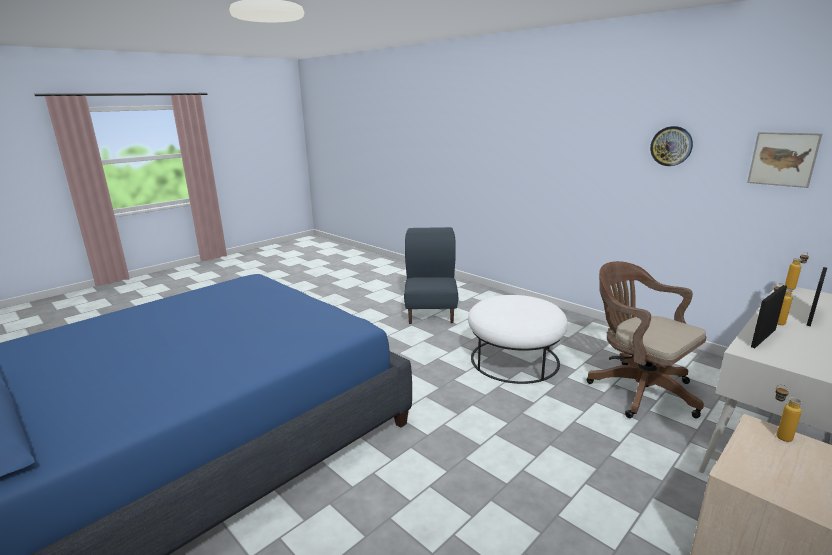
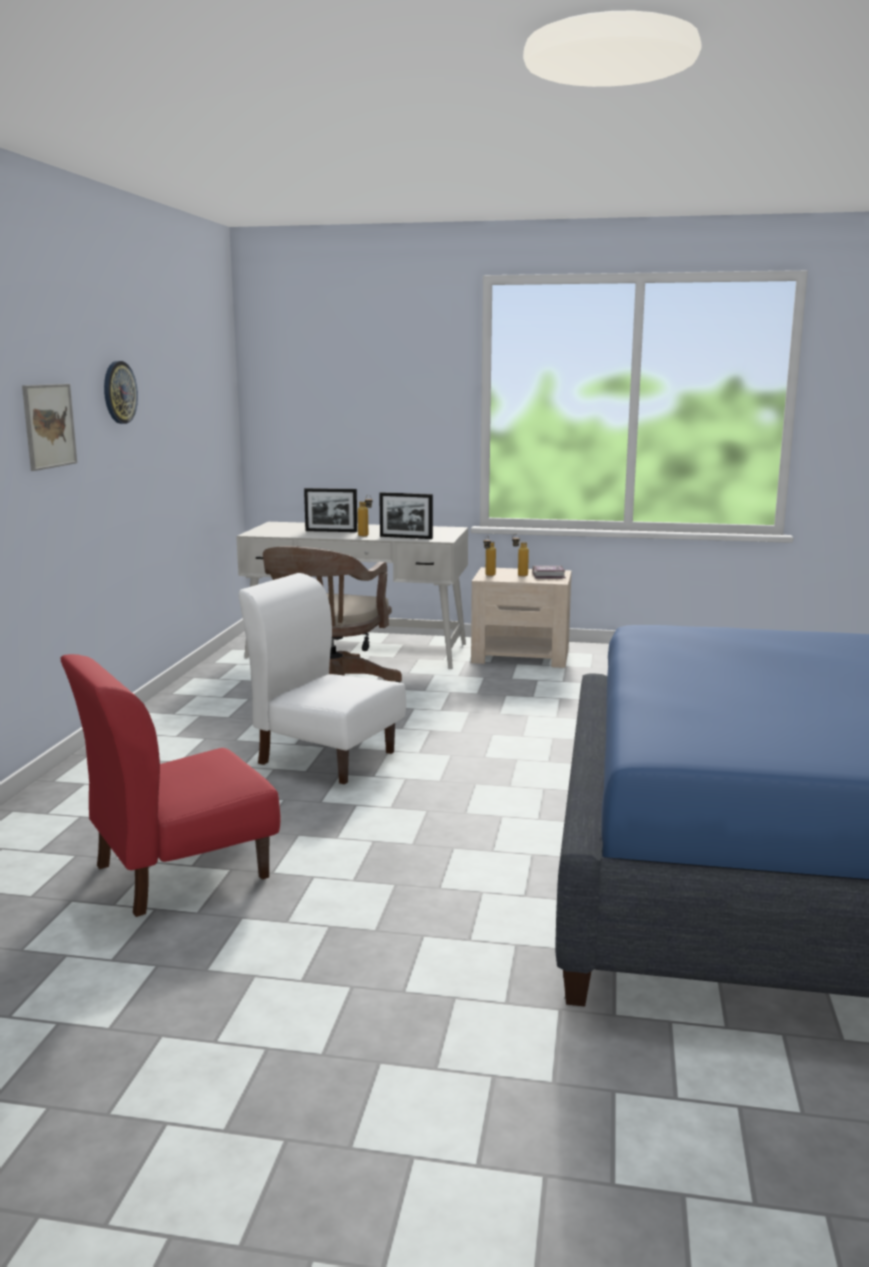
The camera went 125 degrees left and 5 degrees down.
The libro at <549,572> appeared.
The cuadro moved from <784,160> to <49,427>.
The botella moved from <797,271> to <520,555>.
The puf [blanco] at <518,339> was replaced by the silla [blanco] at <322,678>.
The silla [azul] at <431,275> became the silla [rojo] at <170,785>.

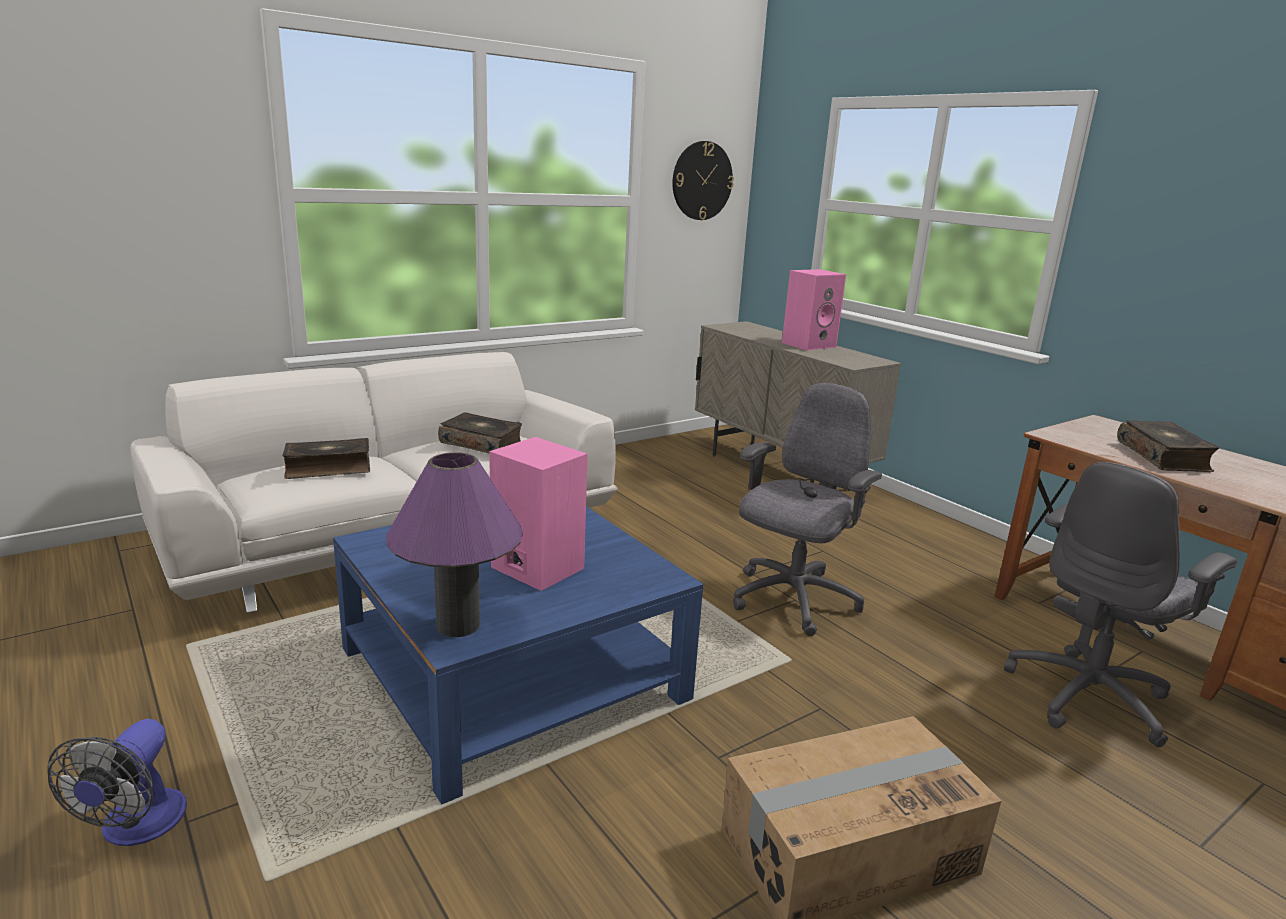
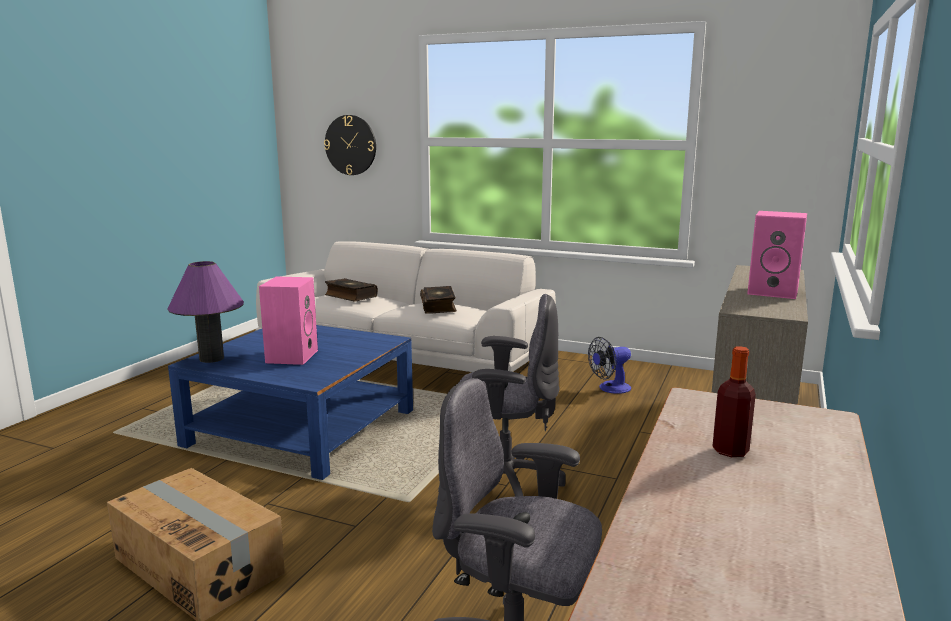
The camera went 60 degrees right and 5 degrees down.
The ventilador moved from <117,782> to <609,365>.
The reloj de pared moved from <703,180> to <350,145>.
The libro at <1168,446> was replaced by the botella at <734,401>.

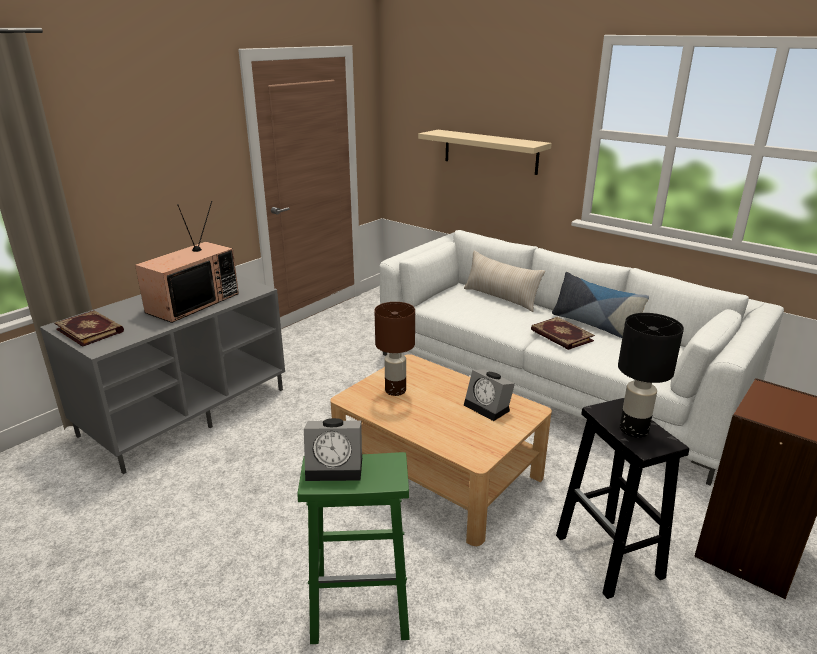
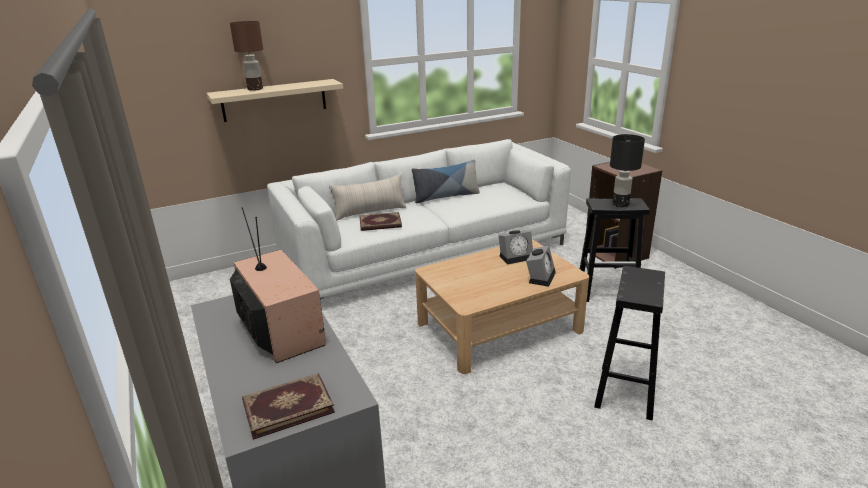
The camera went 65 degrees left and 0 degrees up.
The despertador moved from <333,449> to <541,266>.
The lámpara de mesa [marrón] moved from <394,349> to <246,56>.
The libro moved from <563,333> to <380,221>.
The taburete [verde] at <354,548> became the taburete [negro] at <629,343>.

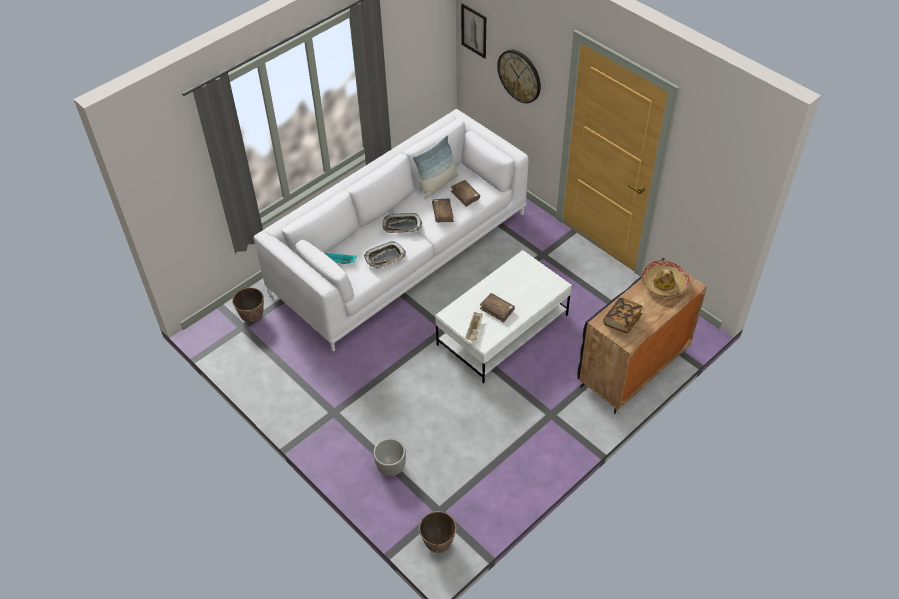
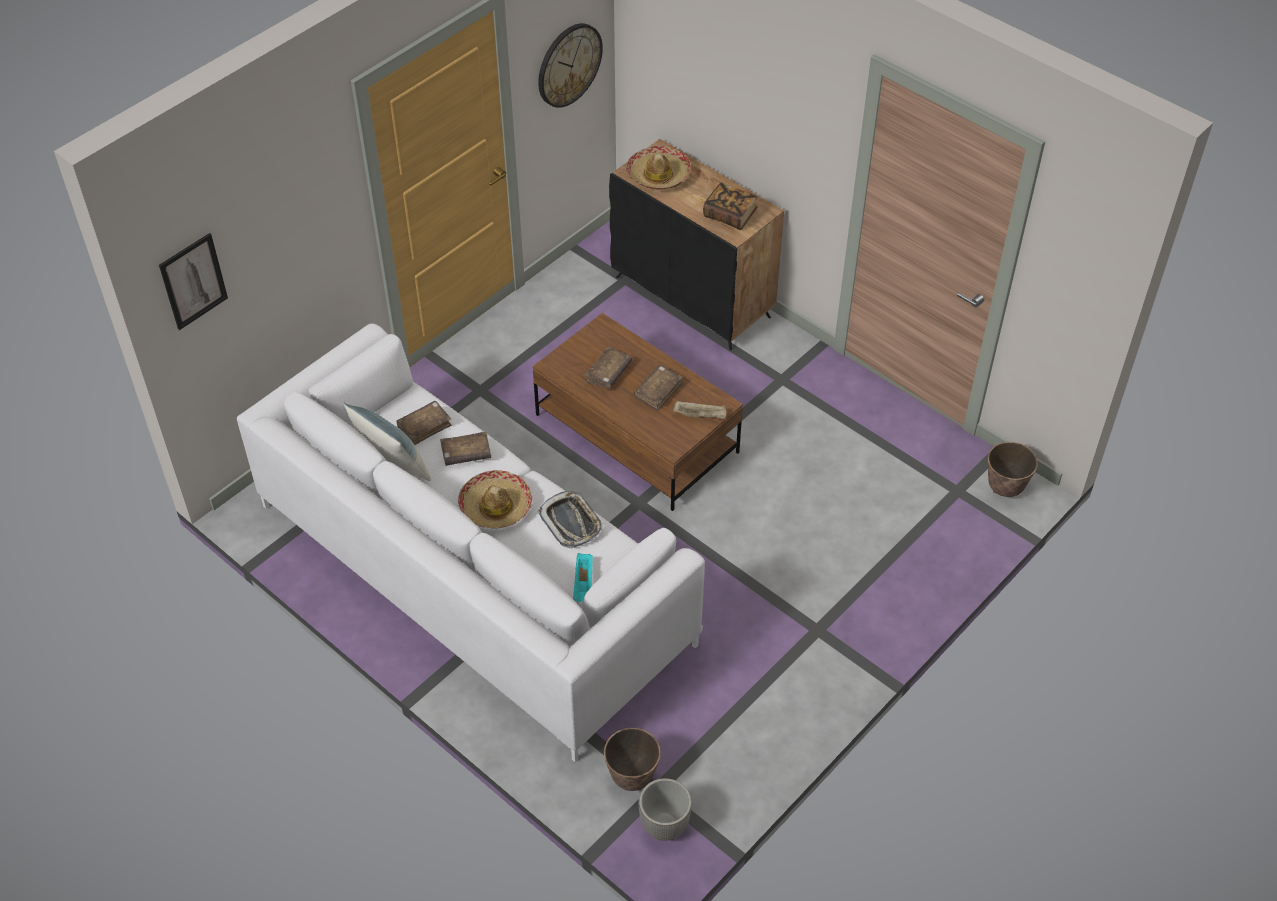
The camera went 95 degrees left and 0 degrees up.
The libro [marrón] at <608,368> appeared.
The maceta moved from <389,457> to <665,809>.
The reloj de pared moved from <519,76> to <570,65>.
The bandeja at <402,223> was replaced by the sombrero at <495,499>.
The mesa de centro [blanco] at <503,317> became the mesa de centro [marrón] at <638,412>.

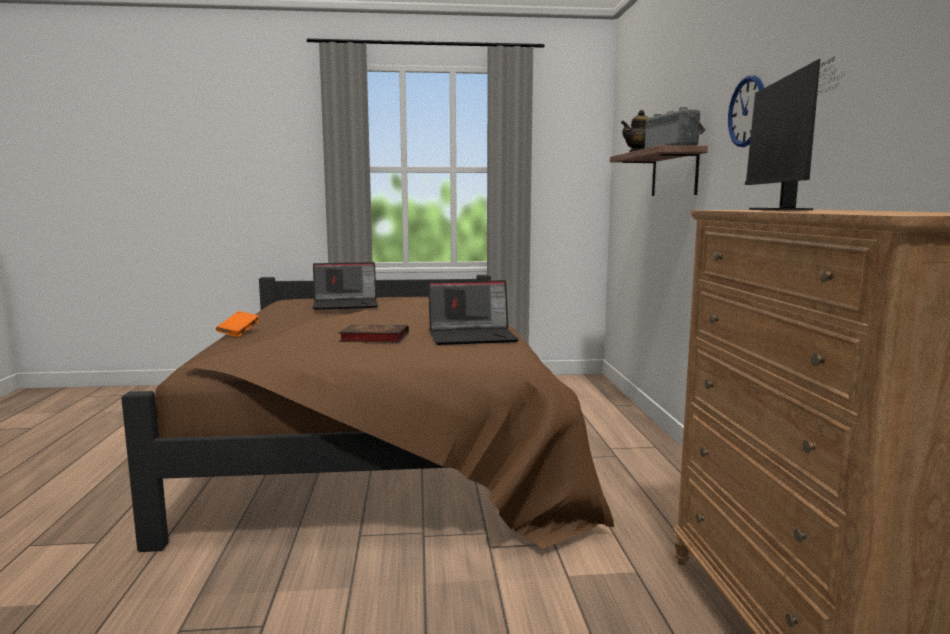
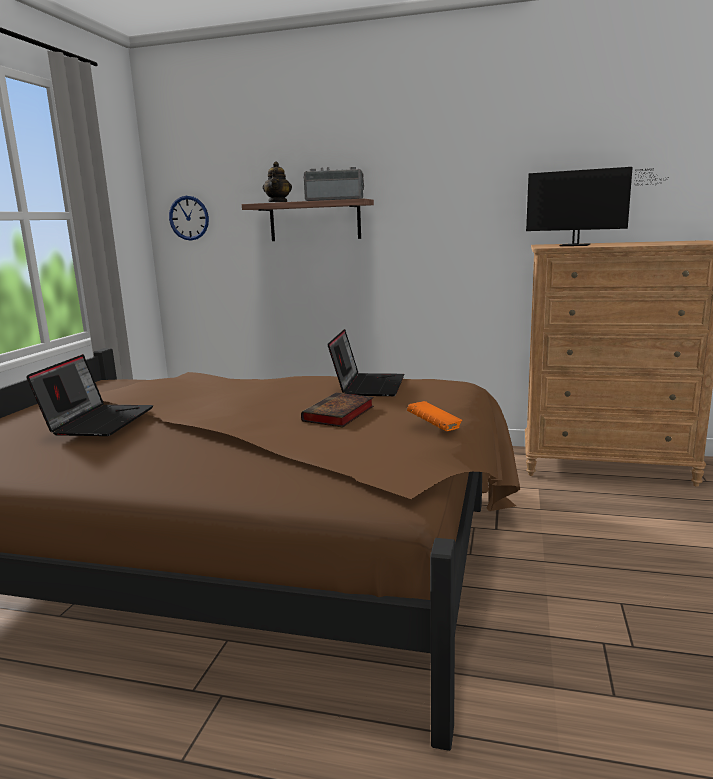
The camera went 70 degrees left and 5 degrees up.
The libro [naranja] moved from <237,324> to <435,416>.
The reloj de pared moved from <746,111> to <189,218>.

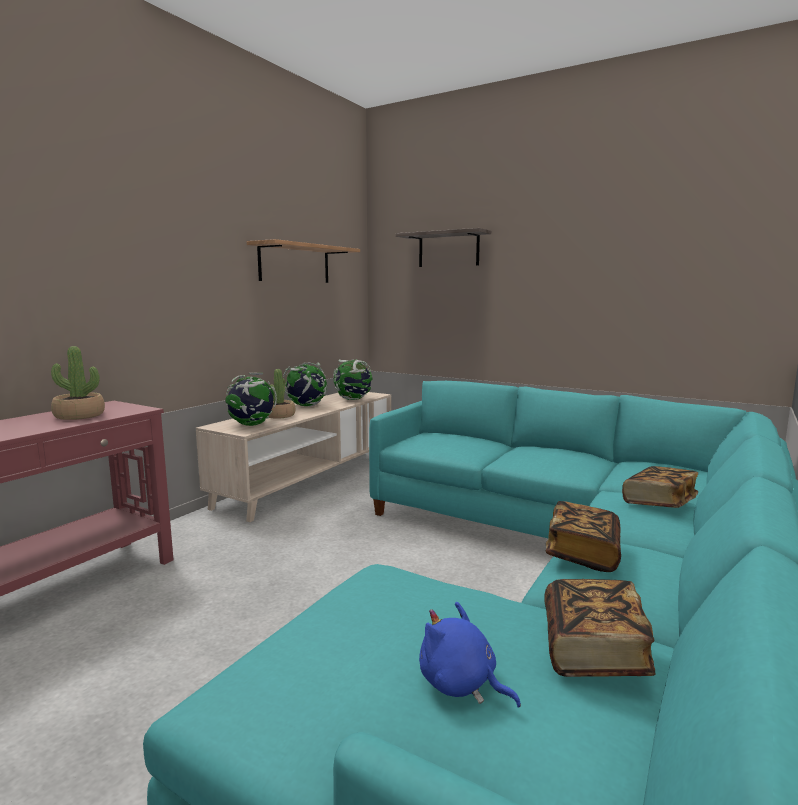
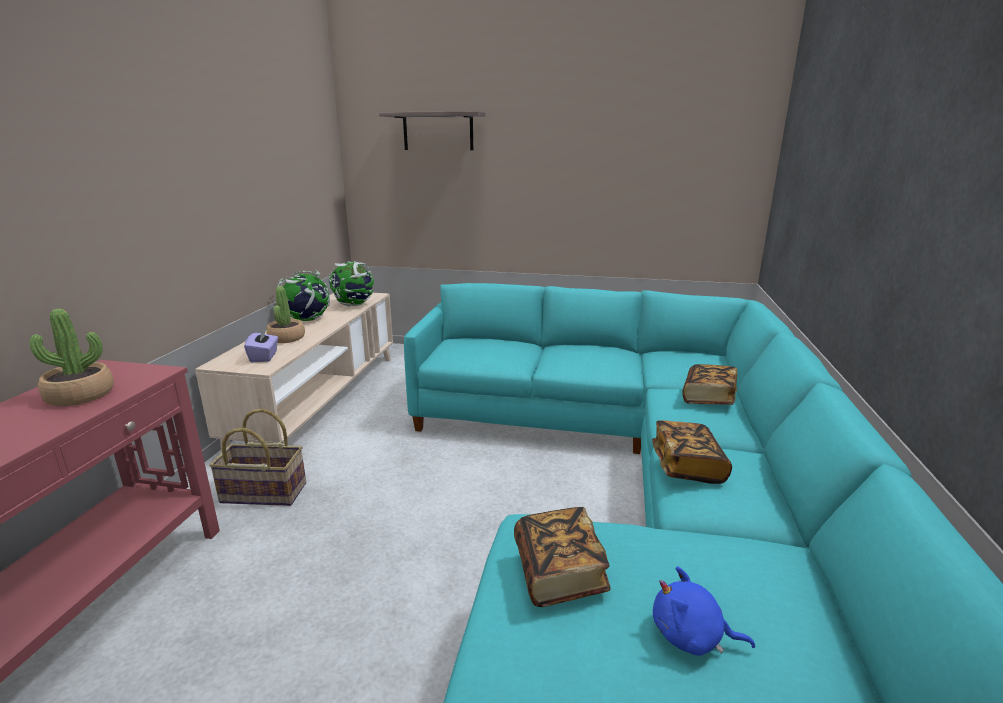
The camera went 20 degrees left and 10 degrees up.
The estante at <303,261> disappeared.
The cesta at <257,457> appeared.
The libro moved from <599,628> to <562,557>.
The globo terráqueo at <251,399> was replaced by the caja de pañuelos [morado] at <261,344>.

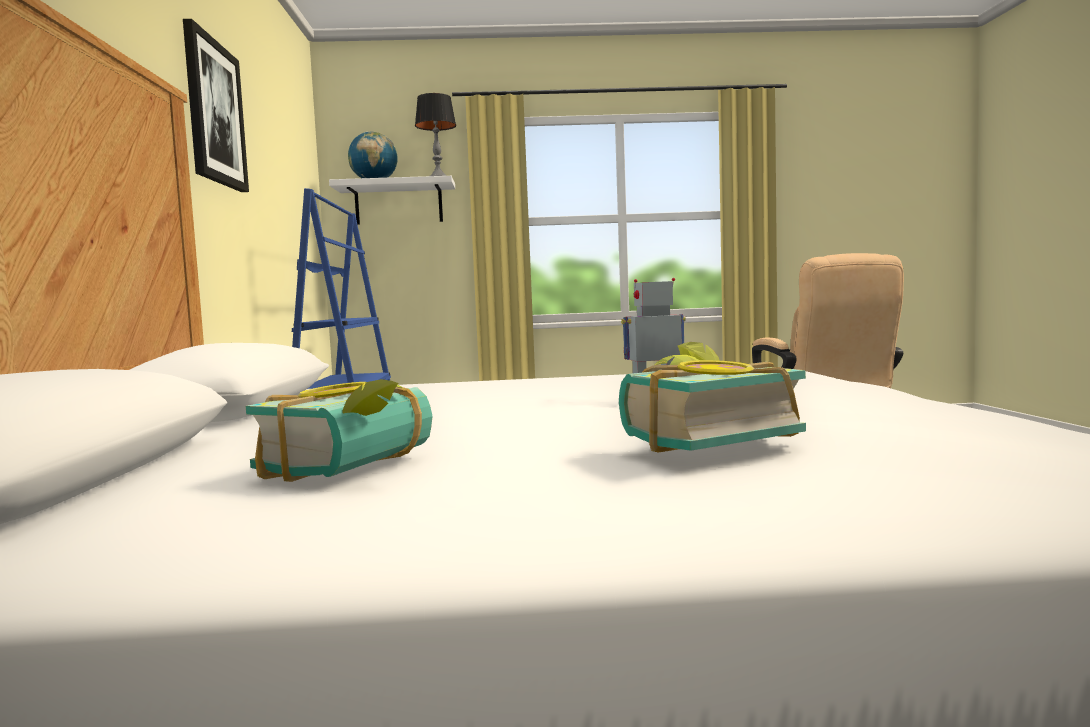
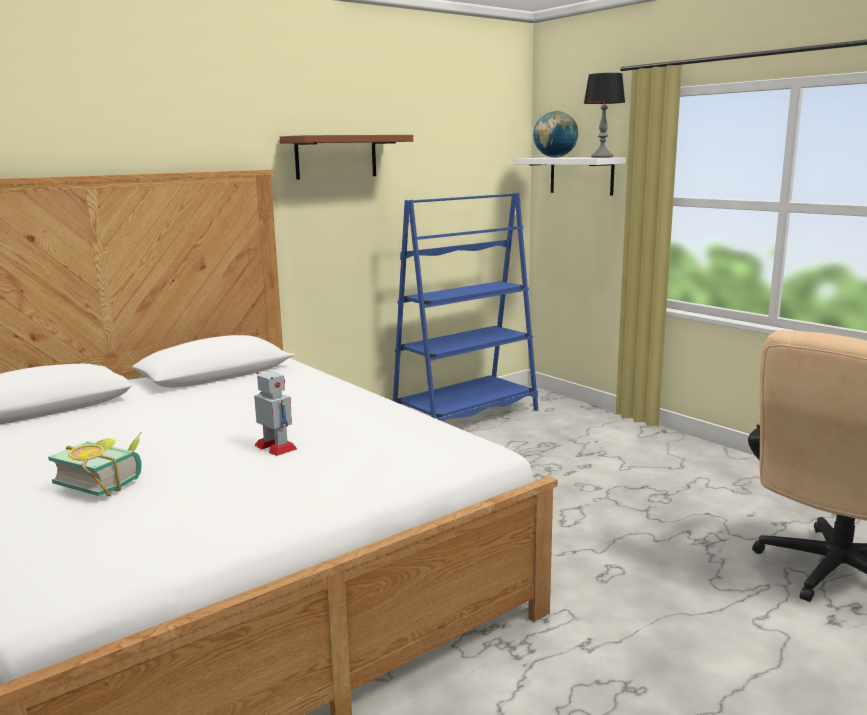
The camera went 55 degrees right and 10 degrees up.
The libro at <339,430> disappeared.
The cuadro at <216,105> was replaced by the estante [marrón] at <346,157>.

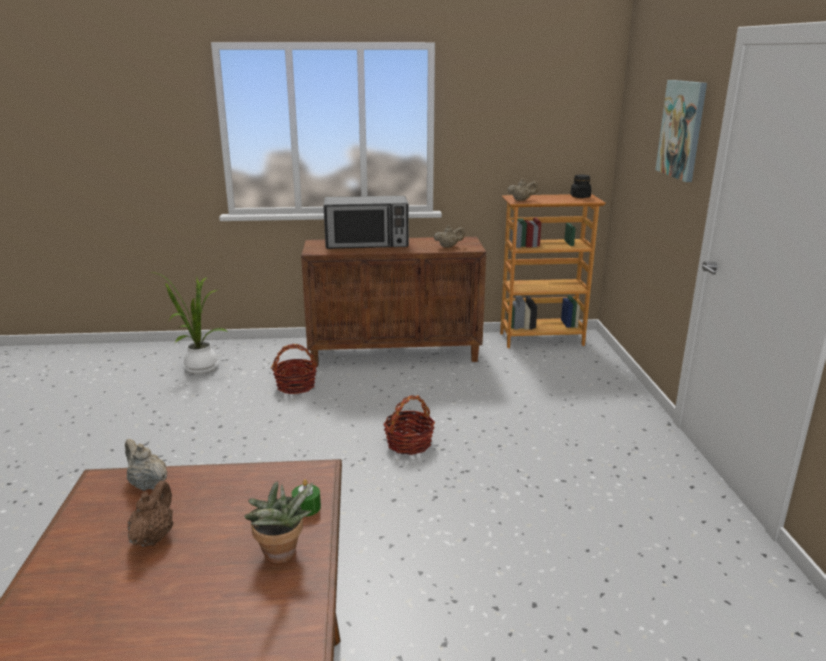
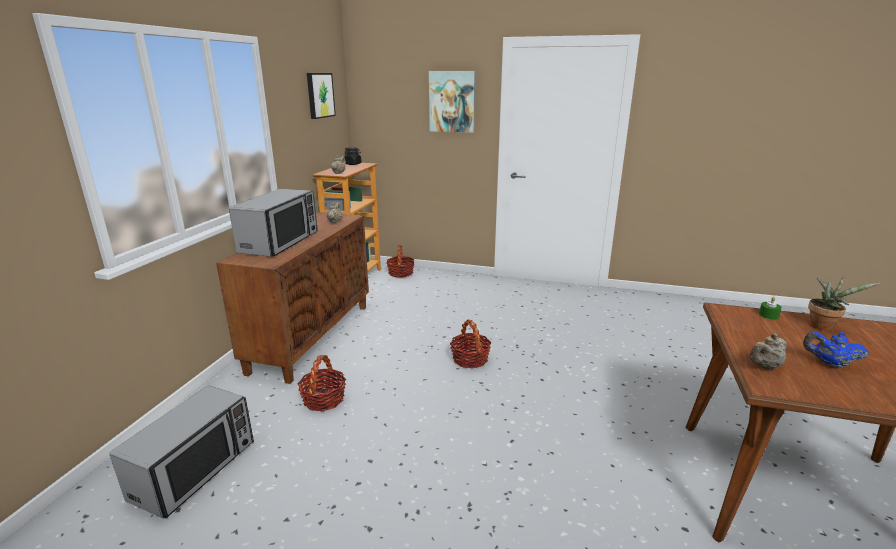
The camera went 70 degrees left and 0 degrees up.
The cuadro at <321,96> appeared.
The cesta at <401,261> appeared.
The planta en maceta at <190,323> was replaced by the microondas at <181,452>.
The tetera [marrón] at <150,514> became the tetera [azul] at <836,350>.

